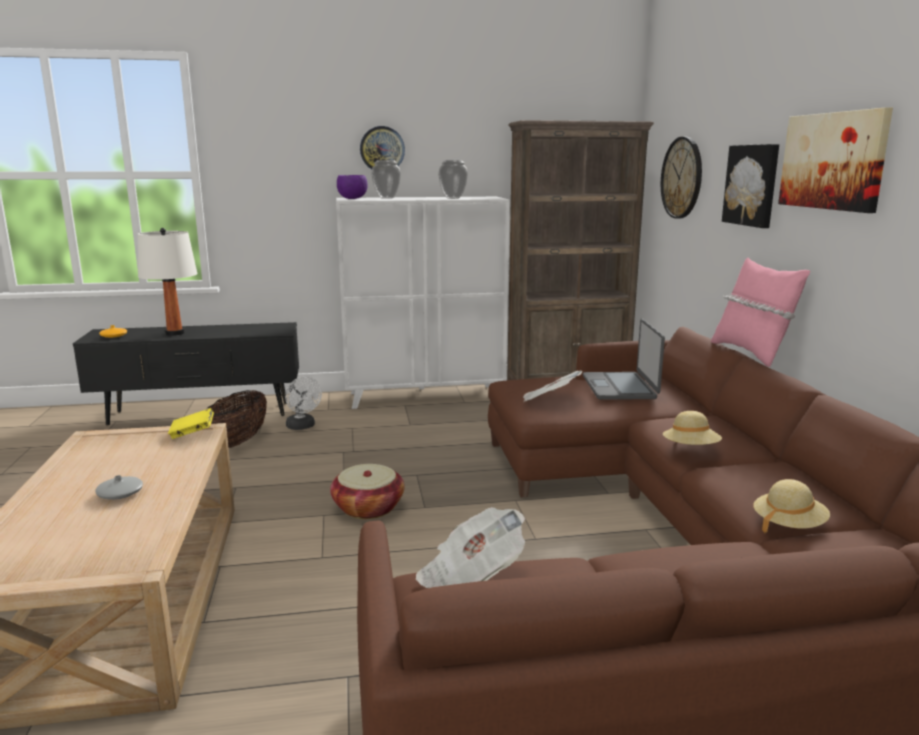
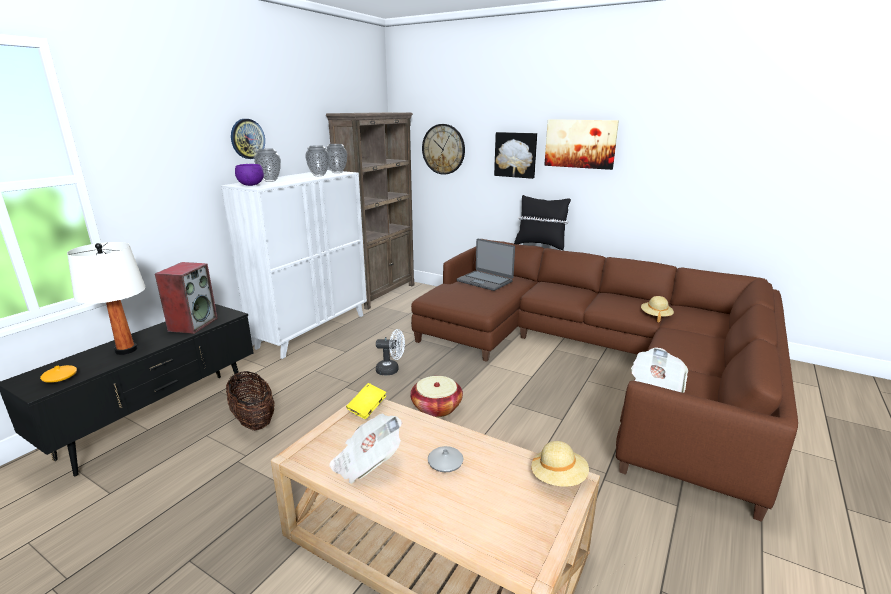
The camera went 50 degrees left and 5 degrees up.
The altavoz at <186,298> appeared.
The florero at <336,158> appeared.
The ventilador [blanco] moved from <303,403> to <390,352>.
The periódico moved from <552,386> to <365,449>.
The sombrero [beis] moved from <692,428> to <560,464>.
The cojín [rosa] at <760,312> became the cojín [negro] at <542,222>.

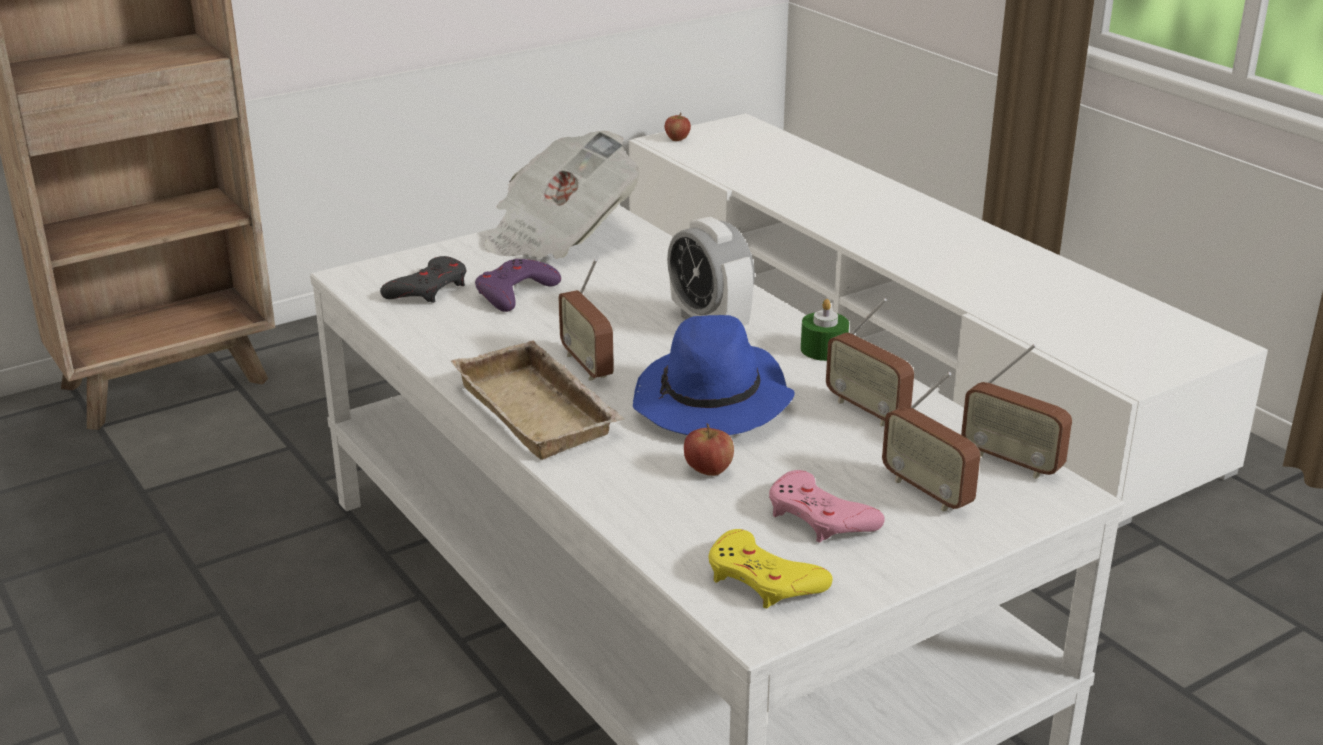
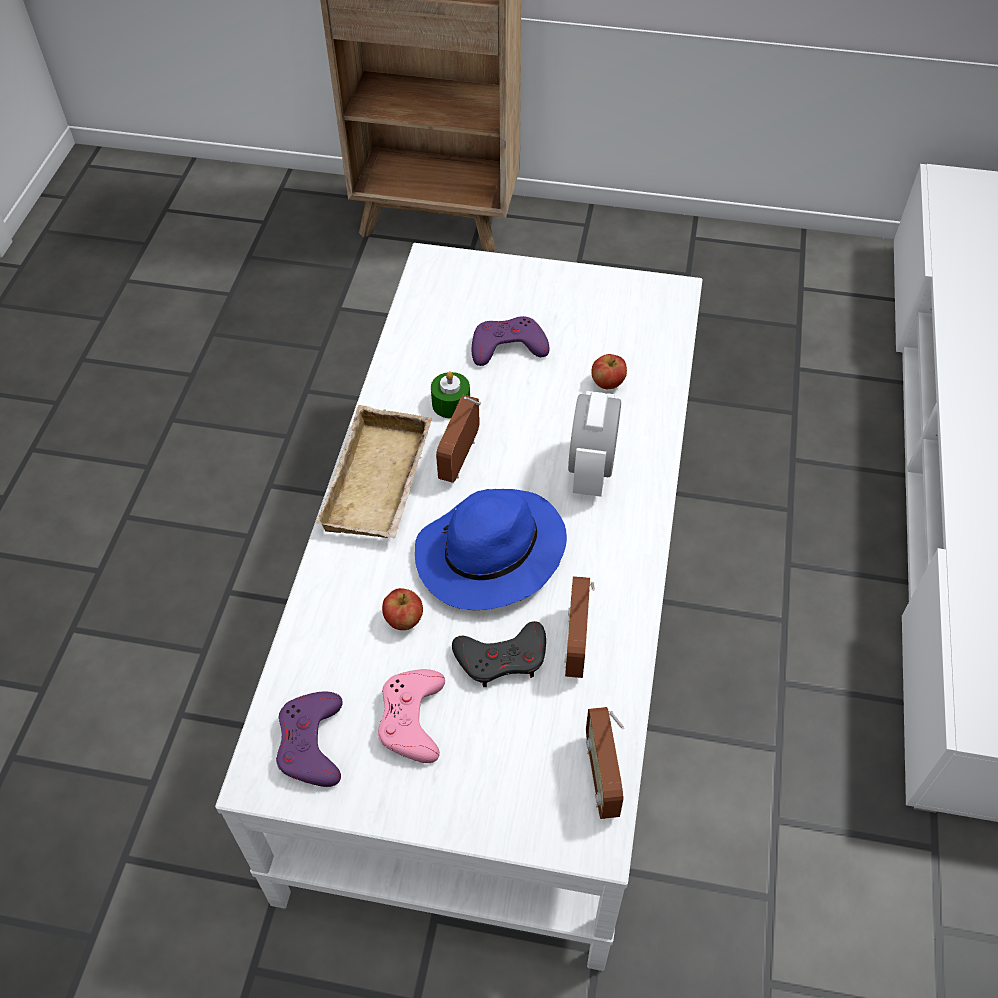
The camera went 45 degrees right and 25 degrees up.
The periódico at <561,195> disappeared.
The radio at <931,441> disappeared.
The mando de consola [gris] moved from <423,279> to <499,654>.
The manzana moved from <678,126> to <609,371>.
The vela [verde] moved from <825,330> to <450,394>.
The mando de consola [amarillo] at <770,569> became the mando de consola [morado] at <309,739>.

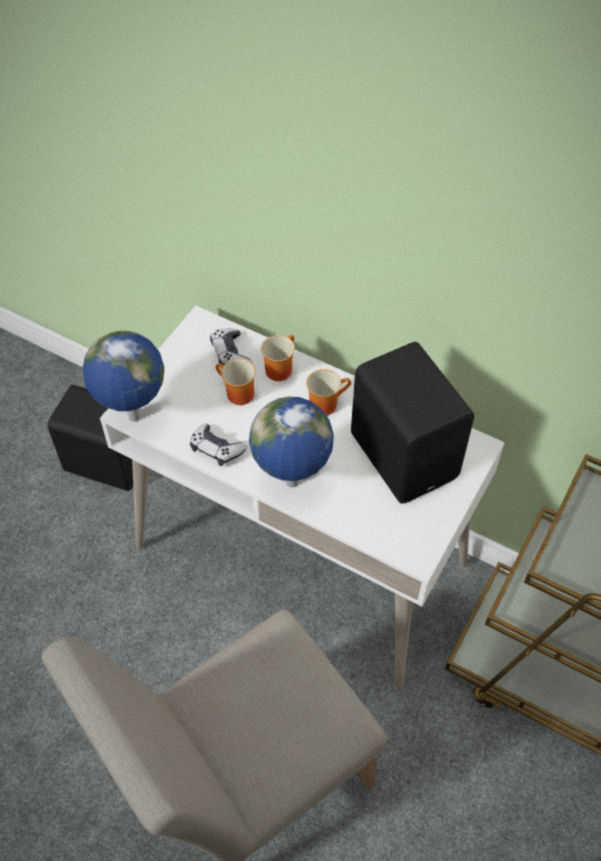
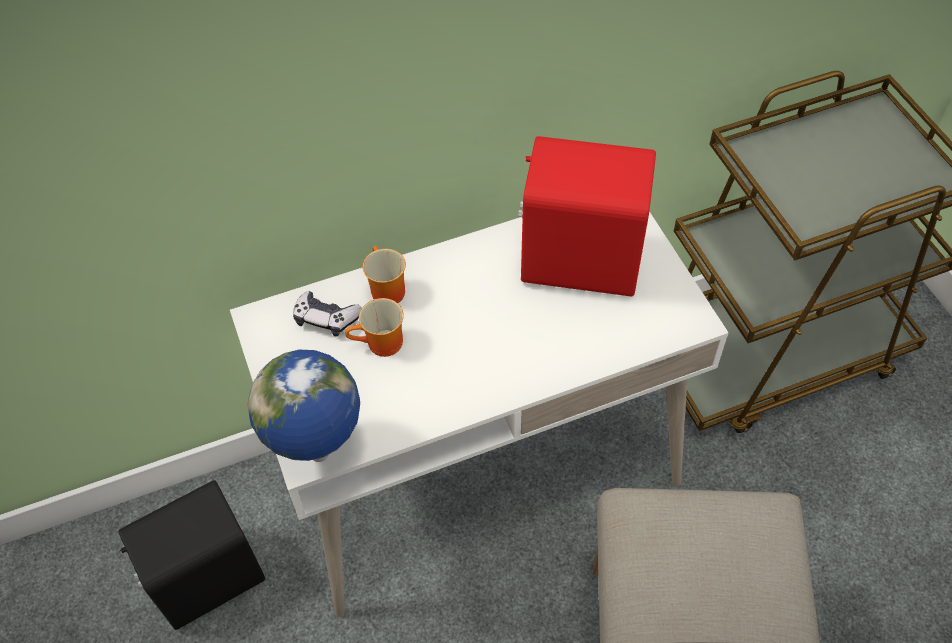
The camera went 50 degrees left and 0 degrees up.
The mando de consola at <218,445> disappeared.
The globo terráqueo at <291,442> disappeared.
The taza grande at <328,392> disappeared.
The altavoz [negro] at <412,423> became the altavoz [rojo] at <587,216>.

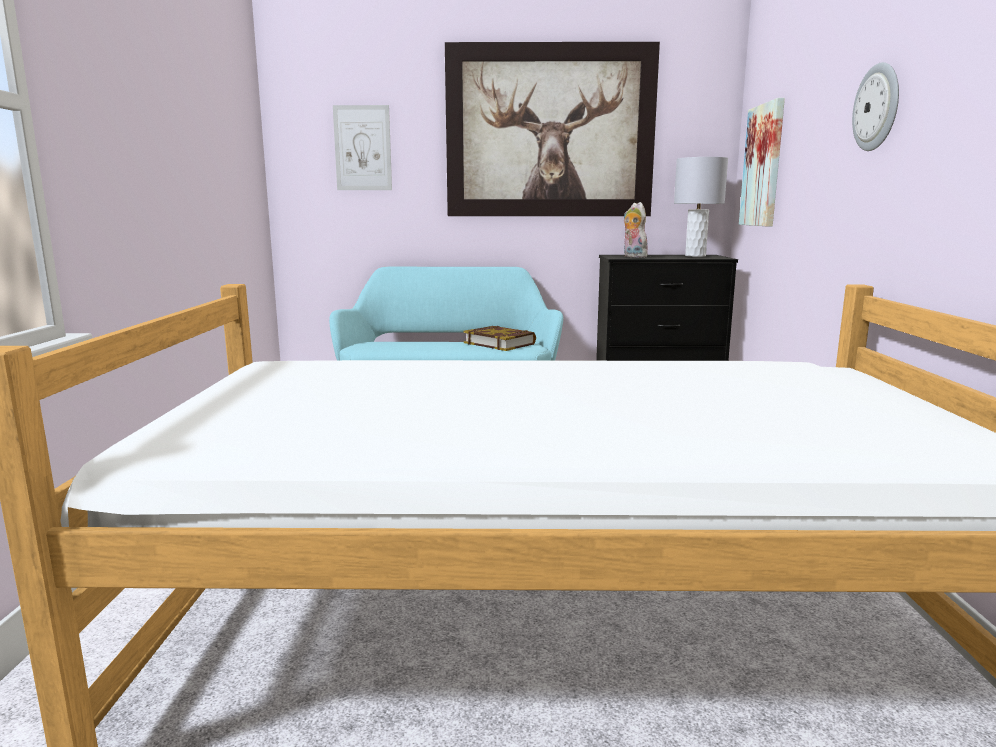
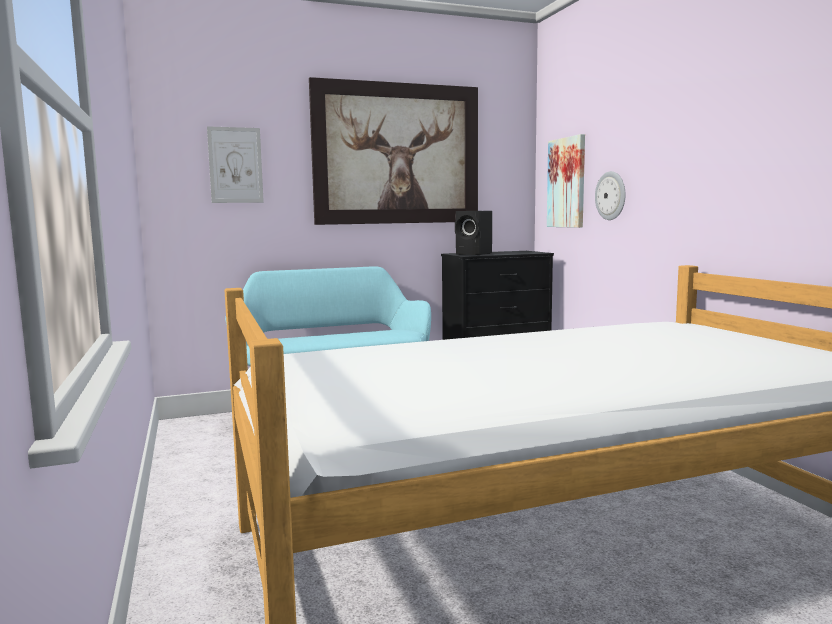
The camera went 20 degrees left and 5 degrees down.
The libro at <499,338> disappeared.
The lámpara de mesa [gris] at <701,207> disappeared.
The reloj de pared moved from <875,106> to <610,195>.
The peluche at <636,230> was replaced by the altavoz [negro] at <473,233>.

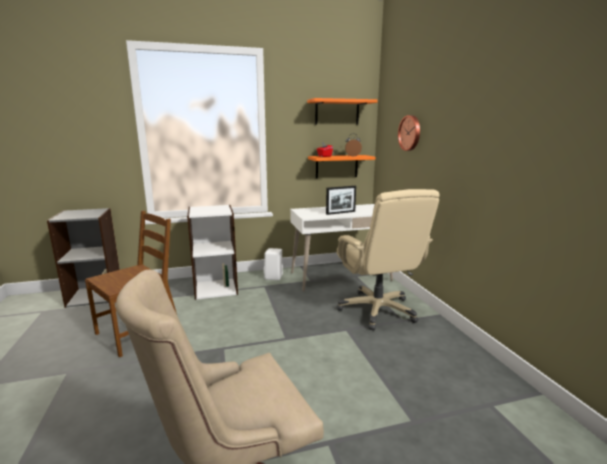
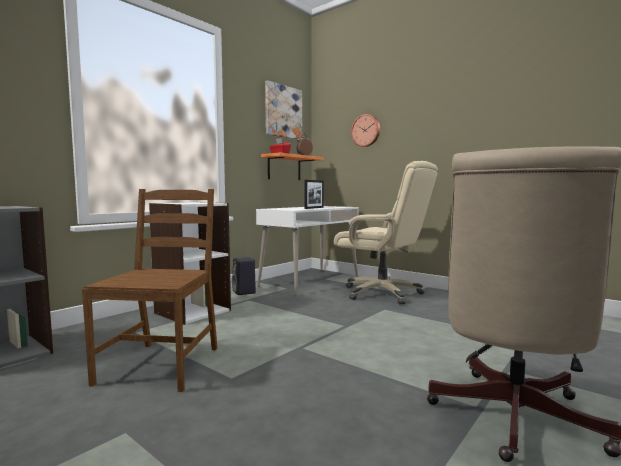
The camera went 35 degrees left and 10 degrees down.
The estante [naranja] at <342,111> was replaced by the cuadro at <283,110>.
The altavoz [blanco] at <273,264> became the altavoz [negro] at <244,276>.

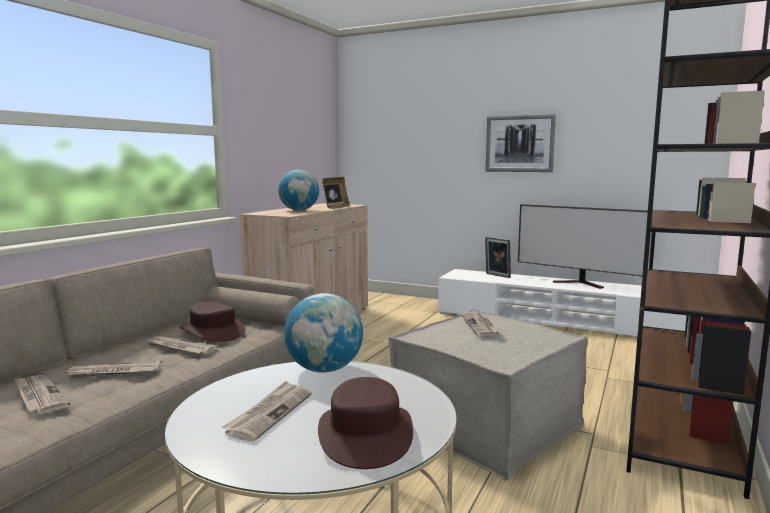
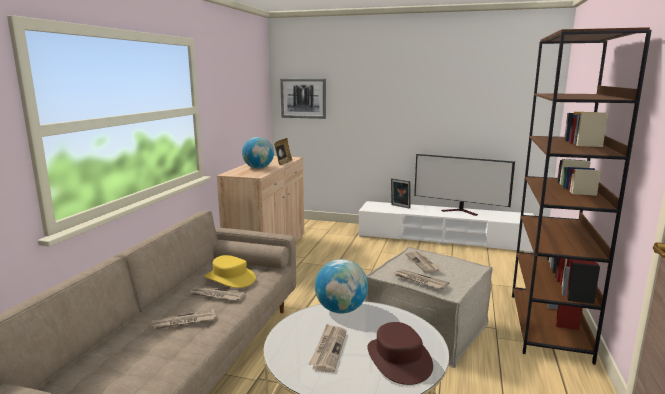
The camera went 10 degrees left and 5 degrees up.
The periódico moved from <42,394> to <422,279>.
The cuadro moved from <520,143> to <303,99>.
The sombrero [marrón] at <212,321> became the sombrero [amarillo] at <230,271>.

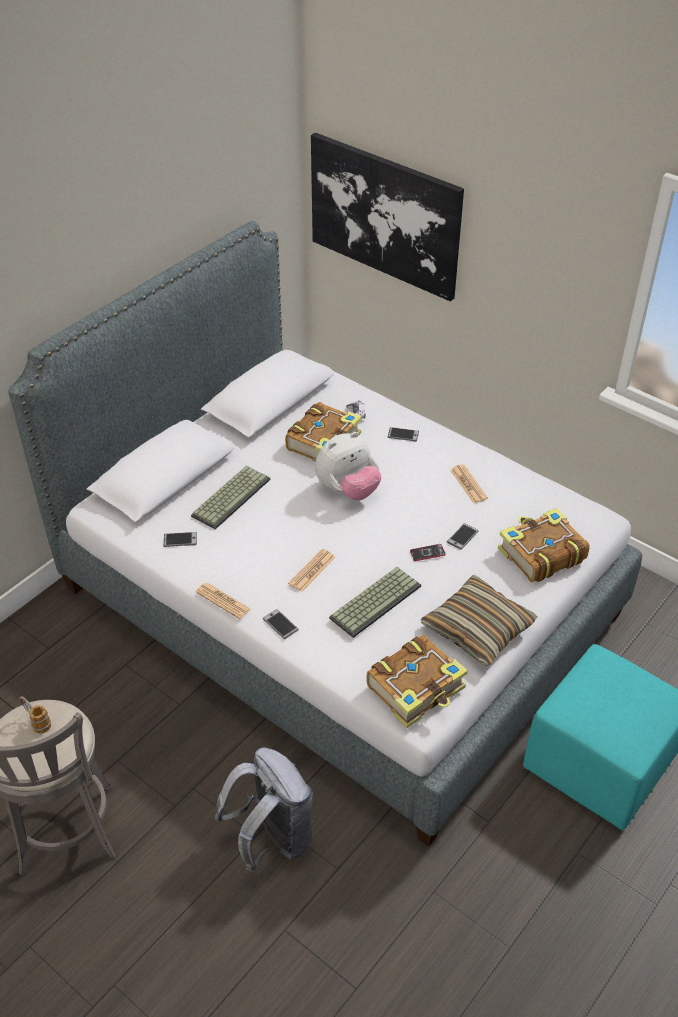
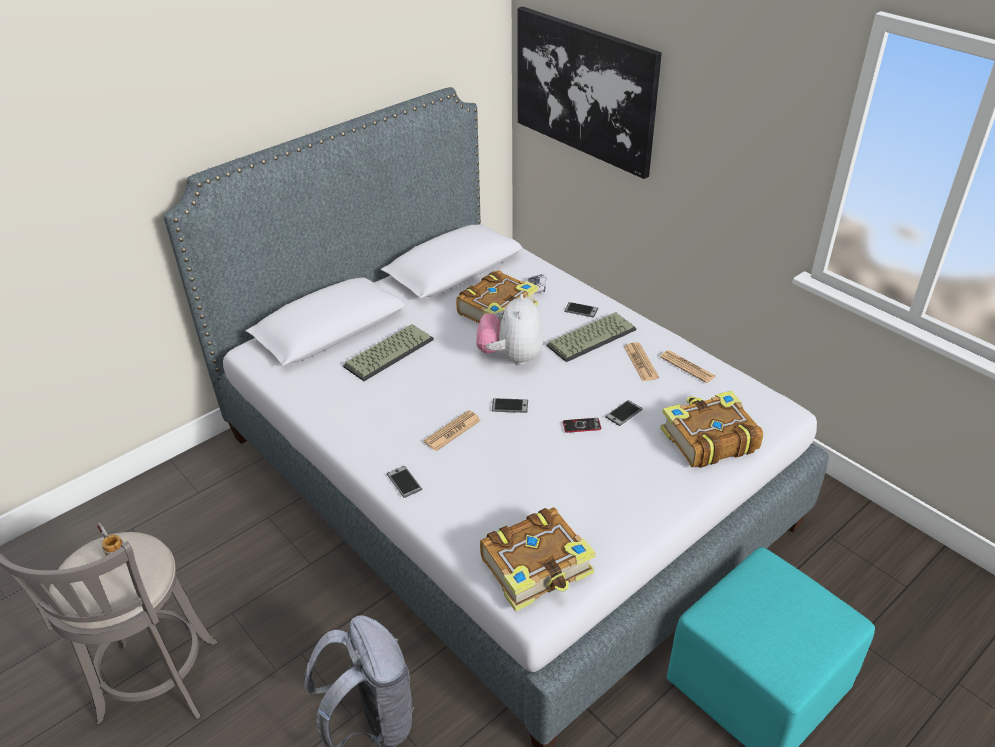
The camera went 10 degrees right and 5 degrees down.
The cojín at <479,620> disappeared.
The móvil moved from <180,539> to <510,405>.
The periódico moved from <223,601> to <688,366>.
The teclado moved from <375,602> to <591,337>.
The peluche at <348,466> turned 120 degrees clockwise.

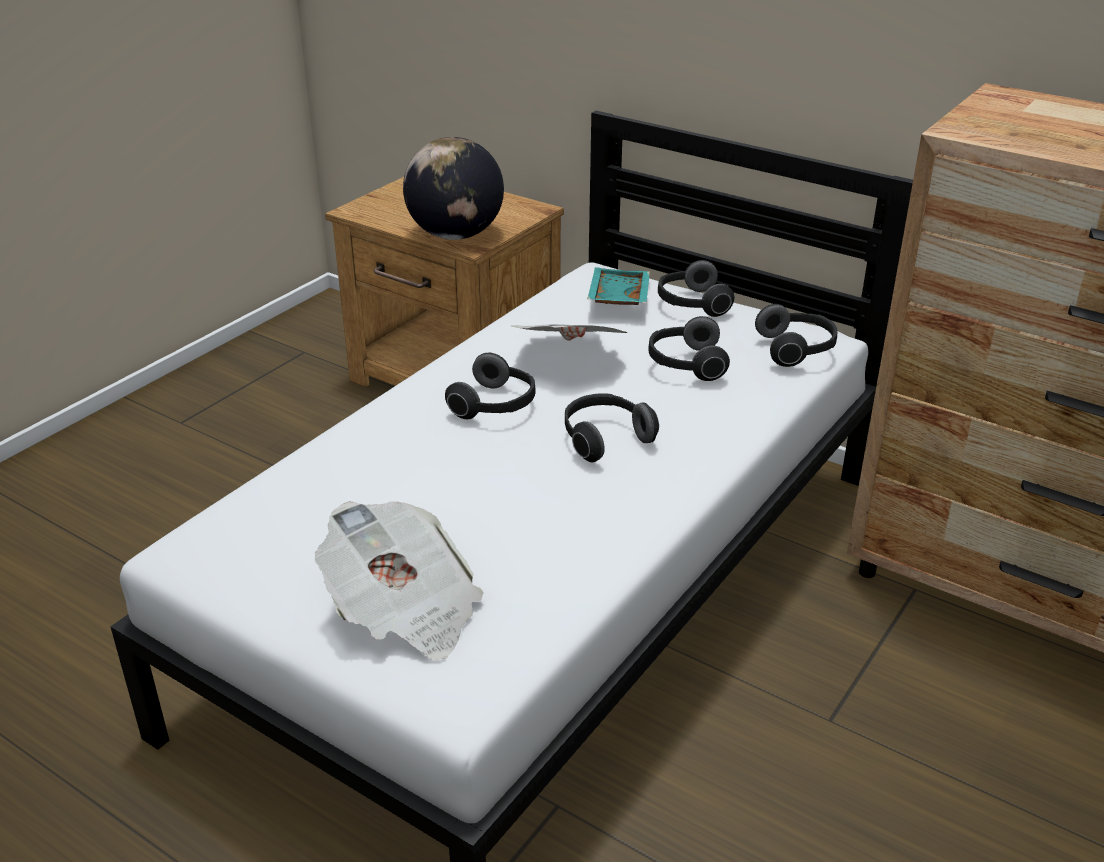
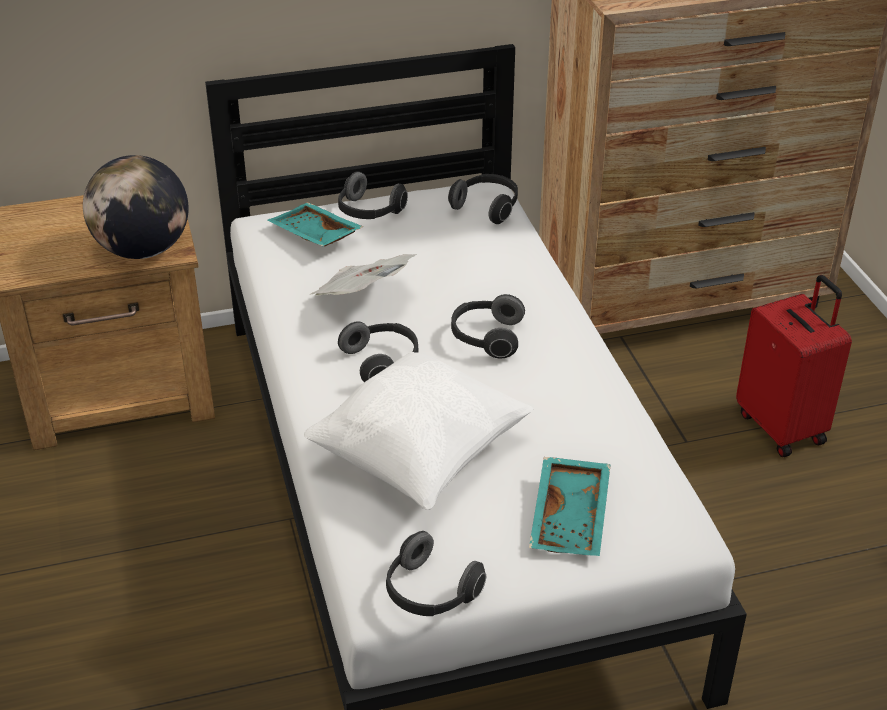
The camera went 50 degrees left and 5 degrees up.
The cojín [blanco] at <418,431> appeared.
The maleta [rojo] at <794,366> appeared.
The auriculares moved from <689,348> to <436,573>.
The periódico at <399,580> was replaced by the bandeja [turquesa] at <570,506>.

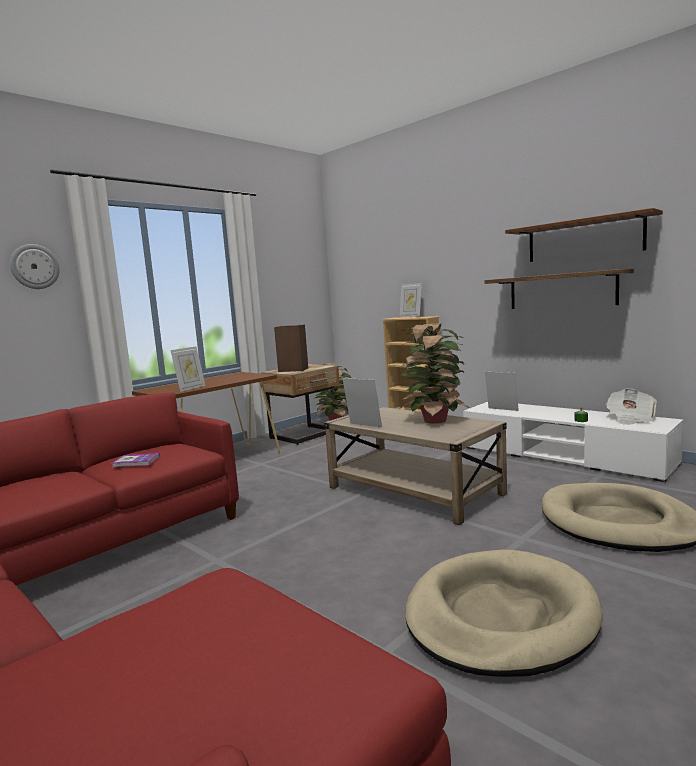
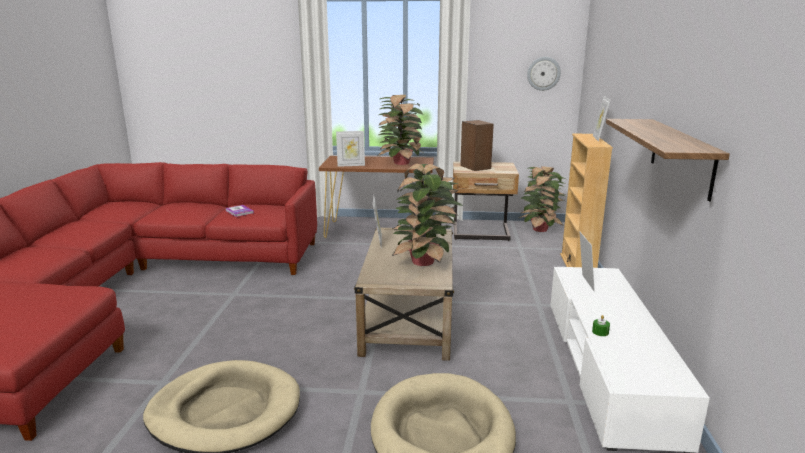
The camera went 50 degrees right and 10 degrees up.
The estante [marrón] at <584,235> disappeared.
The periódico at <631,406> disappeared.
The planta en maceta at <400,130> appeared.
The reloj de pared moved from <35,266> to <544,74>.

